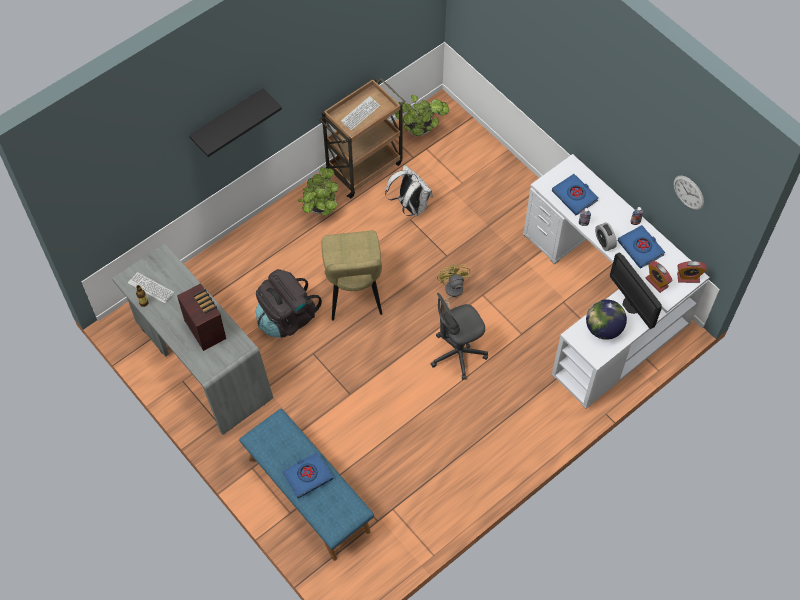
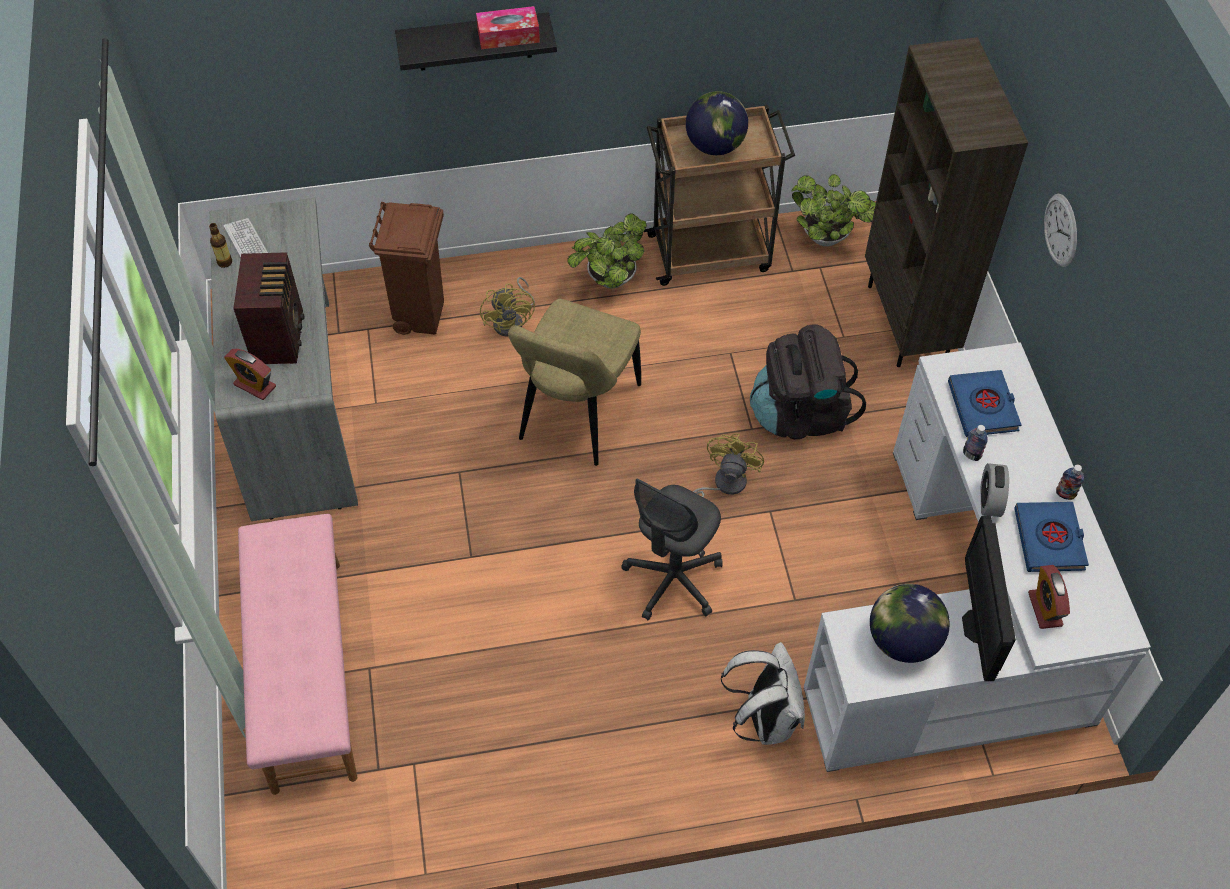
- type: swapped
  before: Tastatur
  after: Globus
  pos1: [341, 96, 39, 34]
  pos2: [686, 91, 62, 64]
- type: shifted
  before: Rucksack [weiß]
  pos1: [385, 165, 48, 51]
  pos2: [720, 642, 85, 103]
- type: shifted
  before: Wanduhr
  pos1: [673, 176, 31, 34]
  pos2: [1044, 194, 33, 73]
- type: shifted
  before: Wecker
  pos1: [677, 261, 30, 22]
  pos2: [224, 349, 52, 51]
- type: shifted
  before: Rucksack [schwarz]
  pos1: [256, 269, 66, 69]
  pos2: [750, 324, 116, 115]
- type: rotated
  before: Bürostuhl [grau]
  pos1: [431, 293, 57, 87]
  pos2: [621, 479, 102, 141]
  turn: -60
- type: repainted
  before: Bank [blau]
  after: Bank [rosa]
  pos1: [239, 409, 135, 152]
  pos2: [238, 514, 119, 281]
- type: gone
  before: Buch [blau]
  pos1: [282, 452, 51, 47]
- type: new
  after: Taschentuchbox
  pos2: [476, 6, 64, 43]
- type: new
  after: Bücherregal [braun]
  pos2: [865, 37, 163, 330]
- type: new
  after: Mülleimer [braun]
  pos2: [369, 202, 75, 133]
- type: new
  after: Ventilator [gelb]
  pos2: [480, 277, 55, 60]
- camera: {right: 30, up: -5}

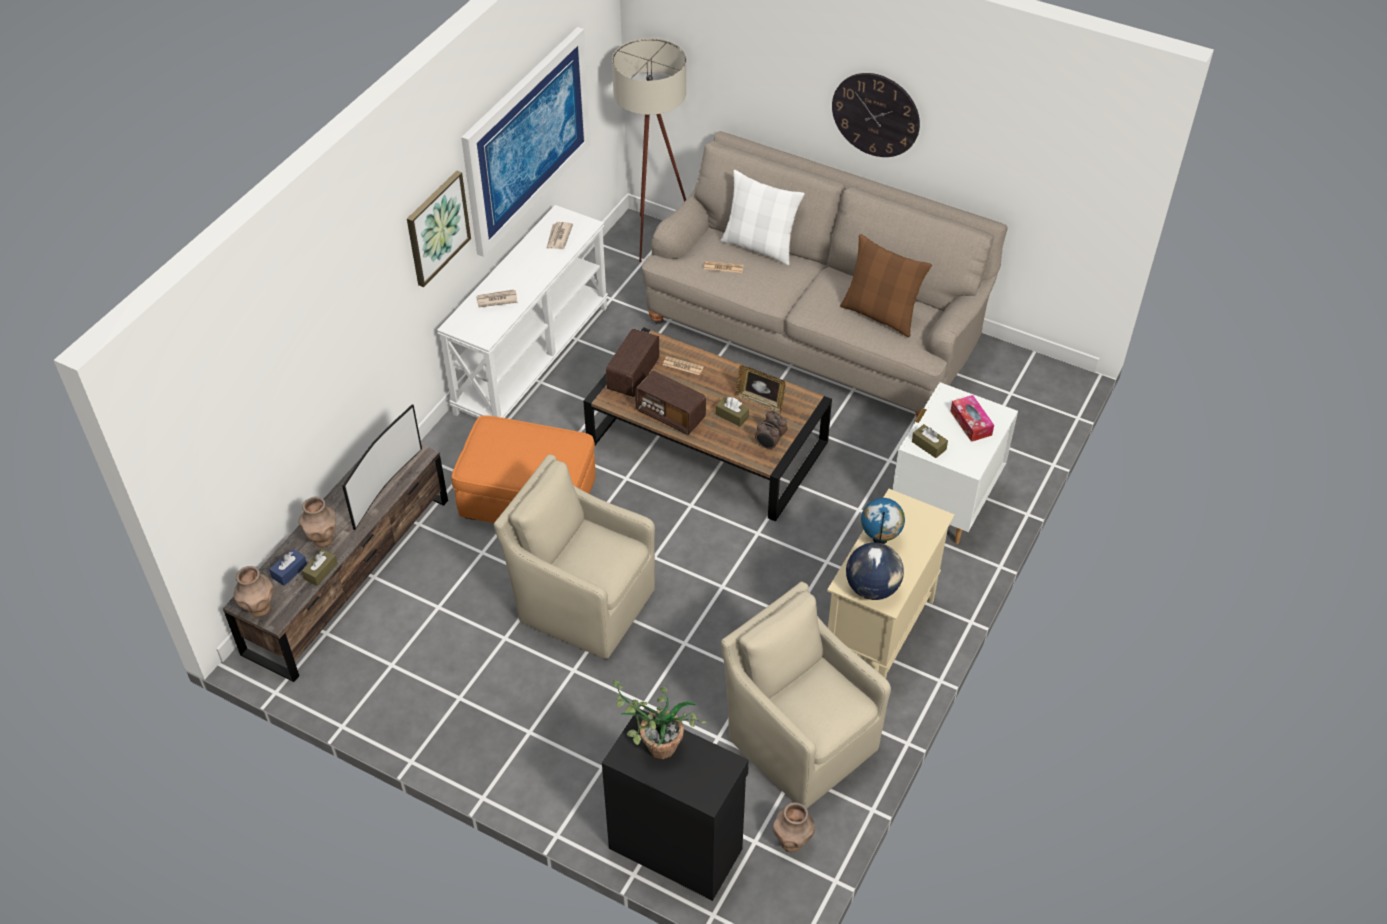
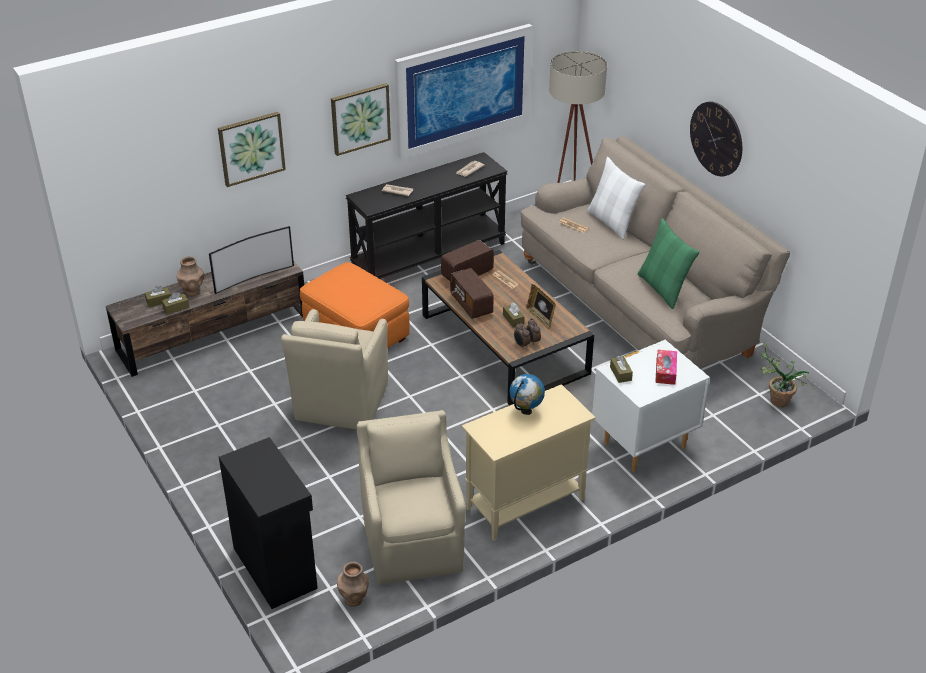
- type: repainted
  before: Konsolentisch [weiß]
  after: Konsolentisch [schwarz]
  pos1: [437, 205, 171, 213]
  pos2: [346, 152, 162, 127]
- type: repainted
  before: Kissen [braun]
  after: Kissen [grün]
  pos1: [840, 234, 92, 103]
  pos2: [637, 218, 63, 91]
- type: rotated
  before: Sessel [beige]
  pos1: [494, 454, 161, 205]
  pos2: [281, 309, 107, 121]
  turn: -135
- type: gone
  before: Globus
  pos1: [846, 543, 58, 57]
- type: repainted
  before: Taschentuchbox [blau]
  after: Taschentuchbox [braun]
  pos1: [269, 549, 38, 37]
  pos2: [145, 286, 26, 21]
- type: gone
  before: Vase [braun]
  pos1: [234, 566, 39, 51]
- type: shifted
  before: Topfpflanze
  pos1: [613, 680, 94, 79]
  pos2: [760, 343, 51, 64]
- type: new
  after: Bild
  pos2: [218, 112, 68, 75]
- camera: {right: 30, up: -10}

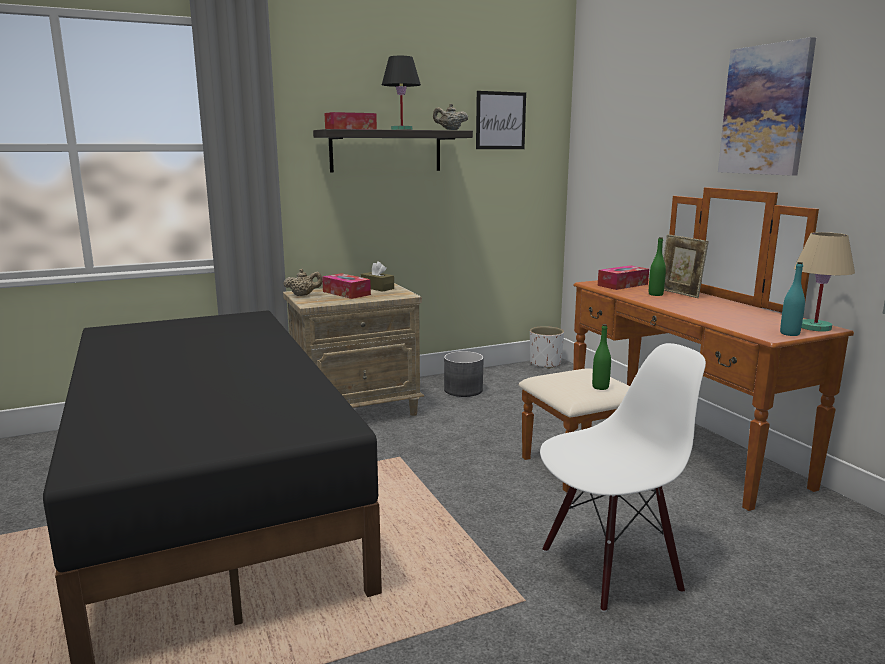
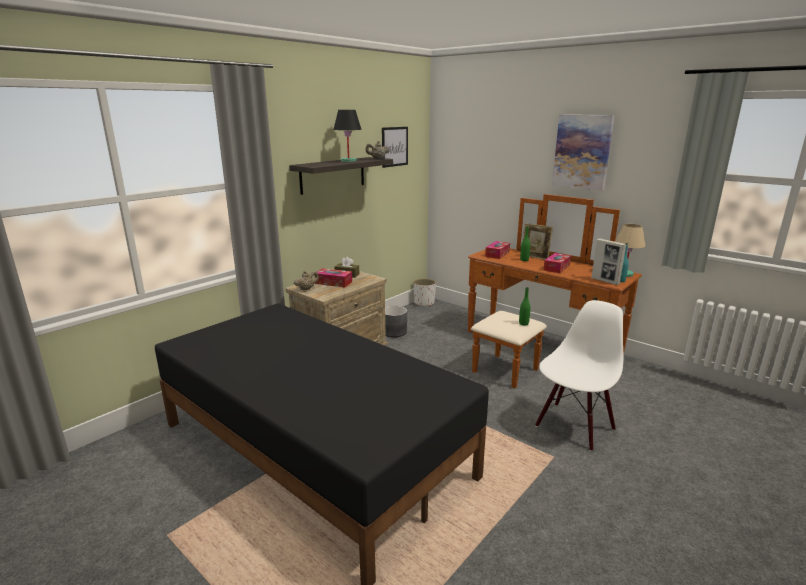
- type: shifted
  before: Taschentuchbox
  pos1: [324, 112, 53, 18]
  pos2: [544, 253, 27, 20]
- type: new
  after: Bilderrahmen
  pos2: [591, 238, 36, 47]
- camera: {right: -25, up: 5}

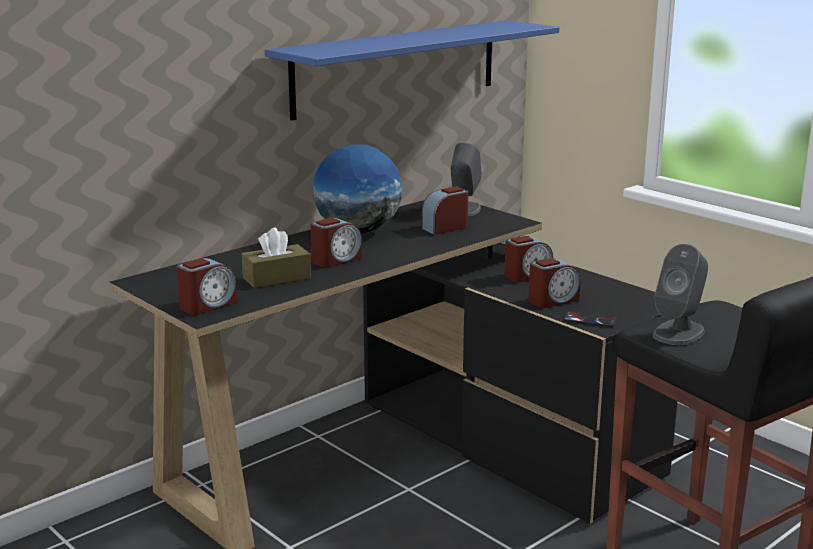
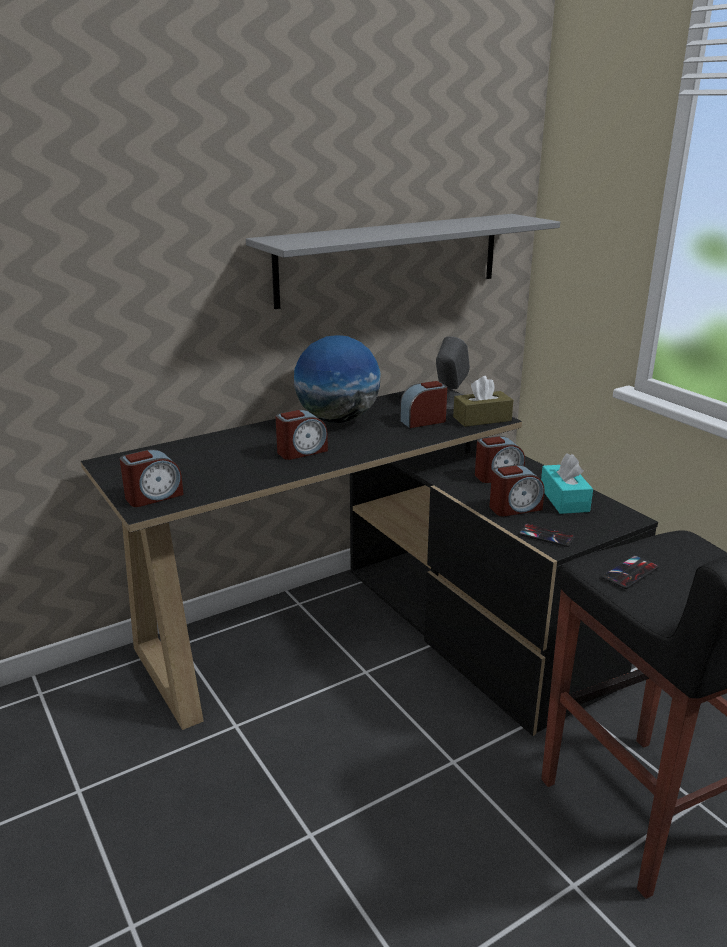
- type: repainted
  before: Wandregal [blau]
  after: Wandregal [grau]
  pos1: [265, 20, 294, 100]
  pos2: [246, 214, 314, 95]
- type: shifted
  before: Taschentuchbox [braun]
  pos1: [241, 227, 70, 61]
  pos2: [453, 376, 60, 51]
- type: swapped
  before: Lautsprecher [grau]
  after: Handy
  pos1: [653, 244, 55, 101]
  pos2: [602, 555, 57, 34]
- type: new
  after: Taschentuchbox [türkis]
  pos2: [541, 453, 52, 61]
- camera: {right: 10, up: 5}

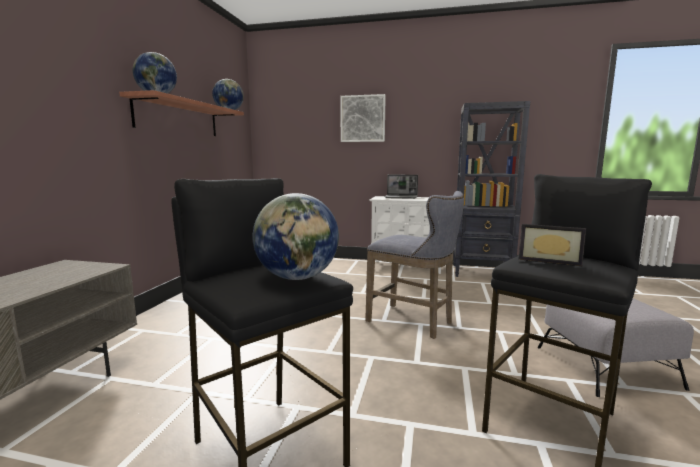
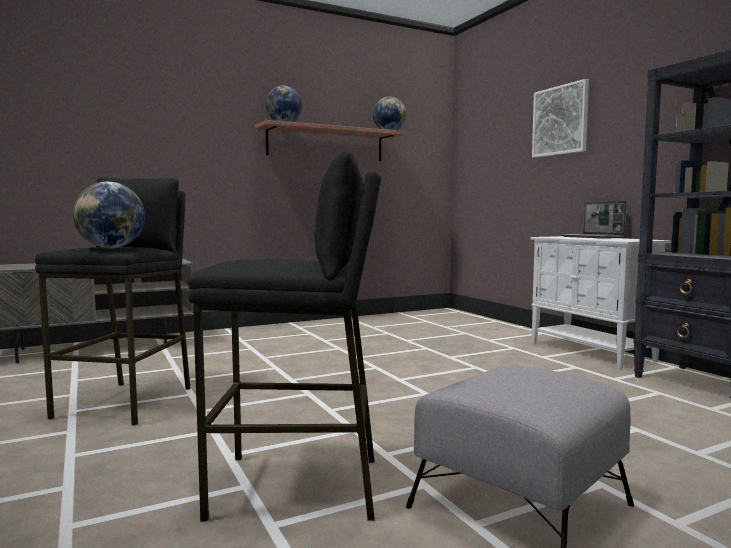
- type: gone
  before: Hocker [grau]
  pos1: [365, 191, 99, 148]
- type: gone
  before: Bilderrahmen
  pos1: [518, 224, 68, 42]
- camera: {right: 50, up: -5}

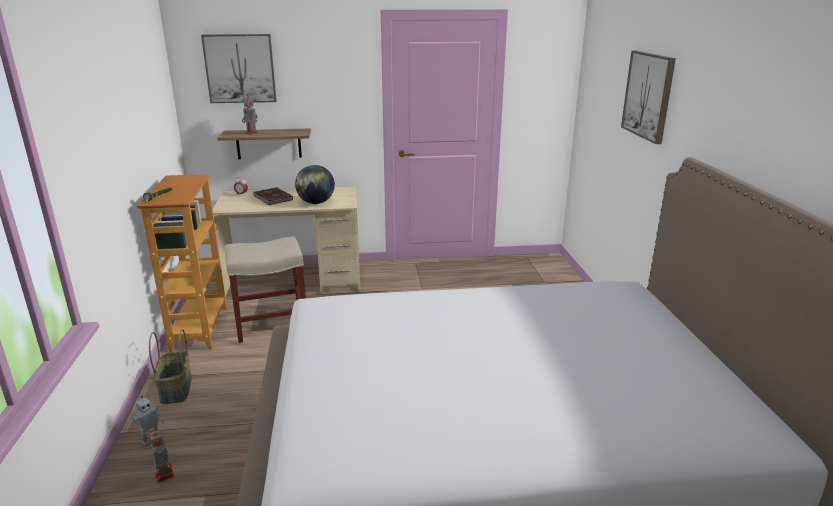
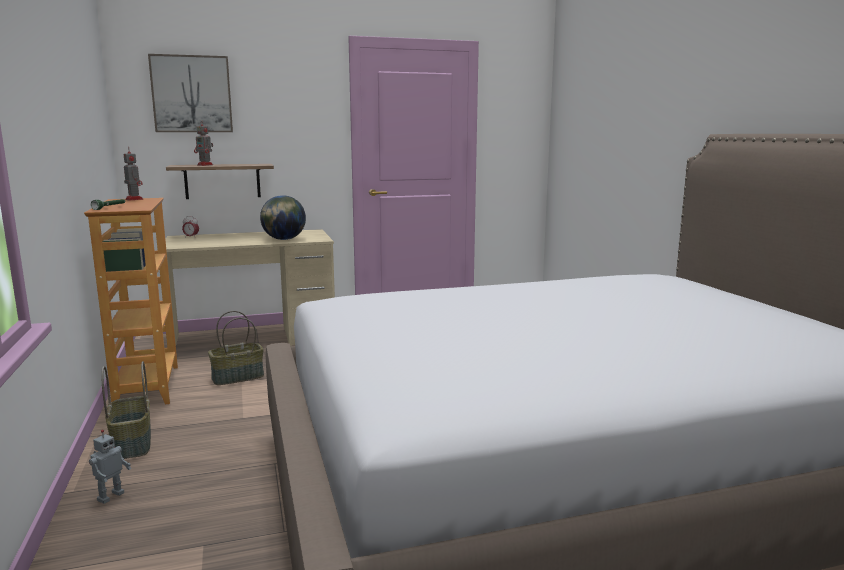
- type: gone
  before: Bild
  pos1: [621, 51, 55, 93]
- type: gone
  before: Buch [braun]
  pos1: [254, 187, 39, 18]
- type: swapped
  before: Hocker [beige]
  after: Korb
  pos1: [225, 236, 81, 107]
  pos2: [208, 311, 56, 74]
- type: shifted
  before: Spielzeugroboter
  pos1: [150, 428, 24, 55]
  pos2: [124, 147, 19, 53]
- camera: {right: -10, up: -10}

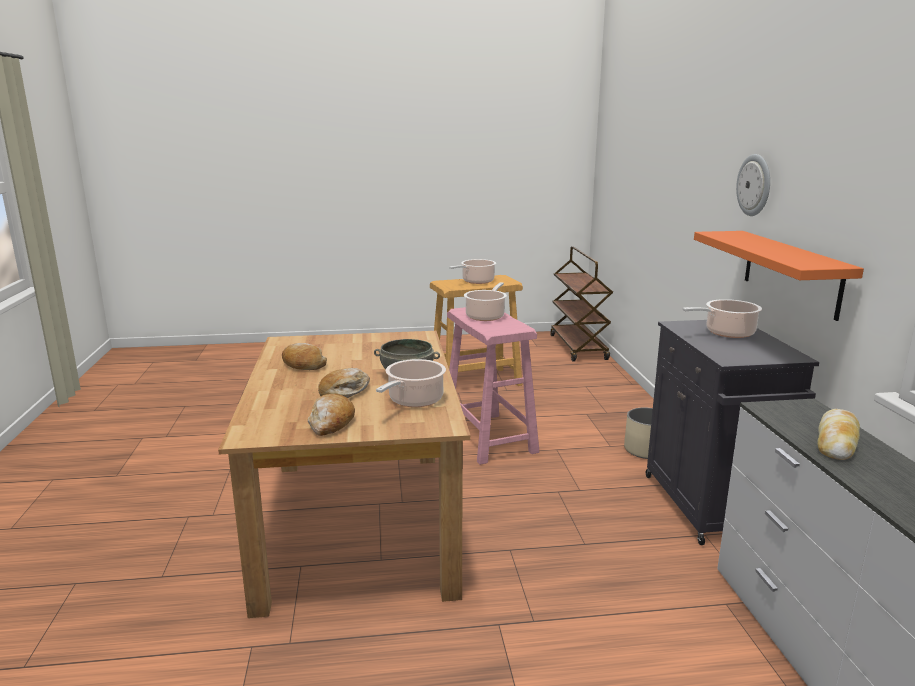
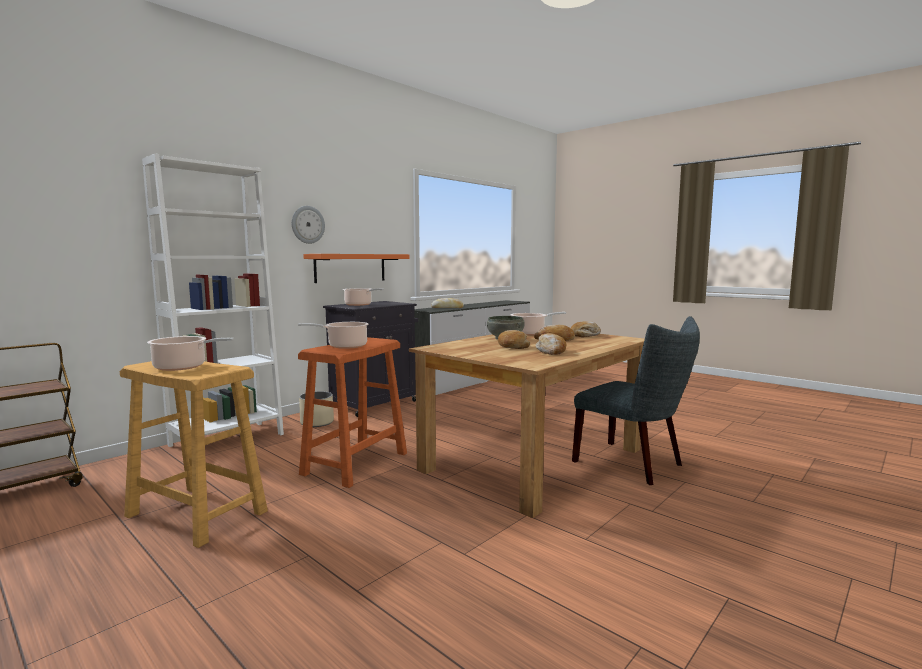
- type: repainted
  before: Hocker [rosa]
  after: Hocker [orange]
  pos1: [447, 307, 93, 158]
  pos2: [298, 337, 109, 151]
- type: new
  after: Bücherregal [weiß]
  pos2: [142, 154, 142, 293]
- type: new
  after: Stuhl [grau]
  pos2: [572, 316, 128, 169]
- type: new
  after: Brot
  pos2: [498, 330, 32, 19]
- camera: {right: -130, up: -10}

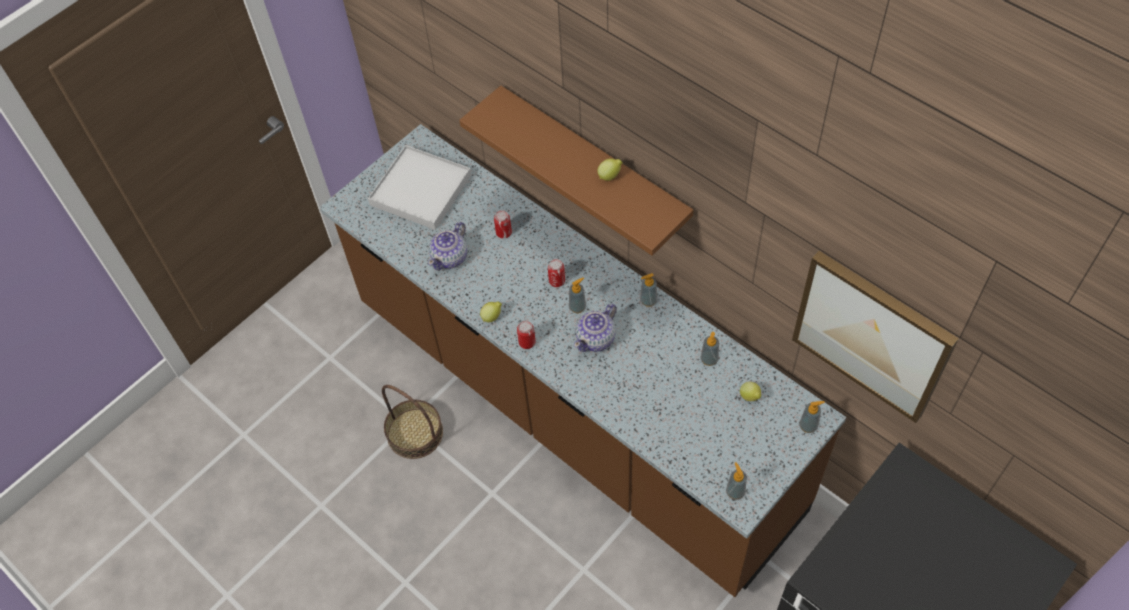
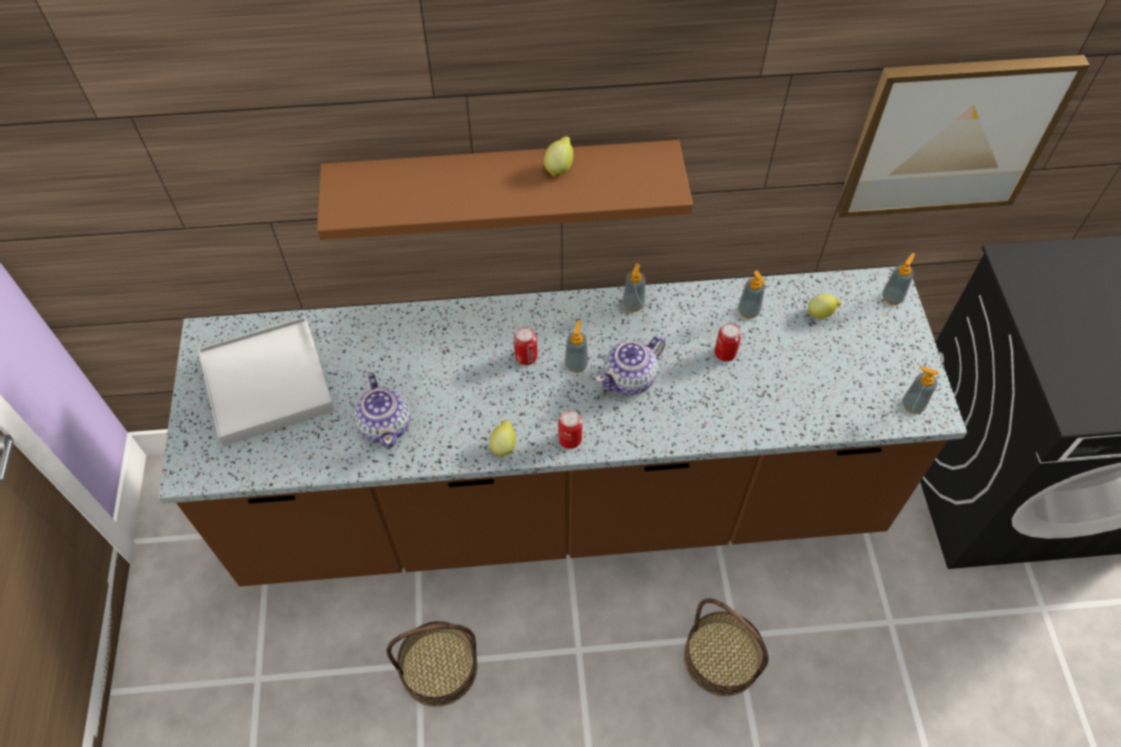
- type: shifted
  before: Dose
  pos1: [494, 210, 18, 28]
  pos2: [715, 323, 27, 38]
- type: rotated
  before: Teekanne
  pos1: [574, 304, 43, 48]
  pos2: [596, 336, 69, 59]
  turn: 60
- type: new
  after: Korb
  pos2: [684, 598, 84, 98]
- camera: {right: -50, up: 0}

